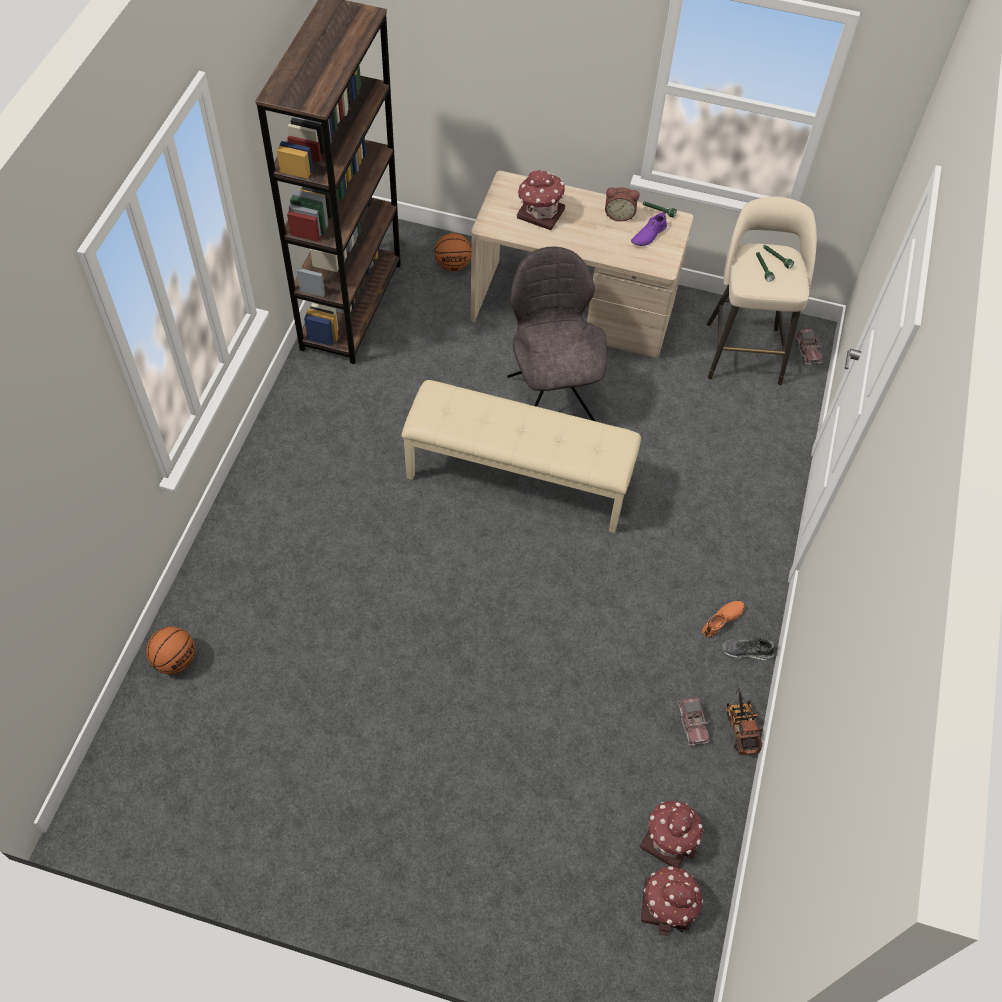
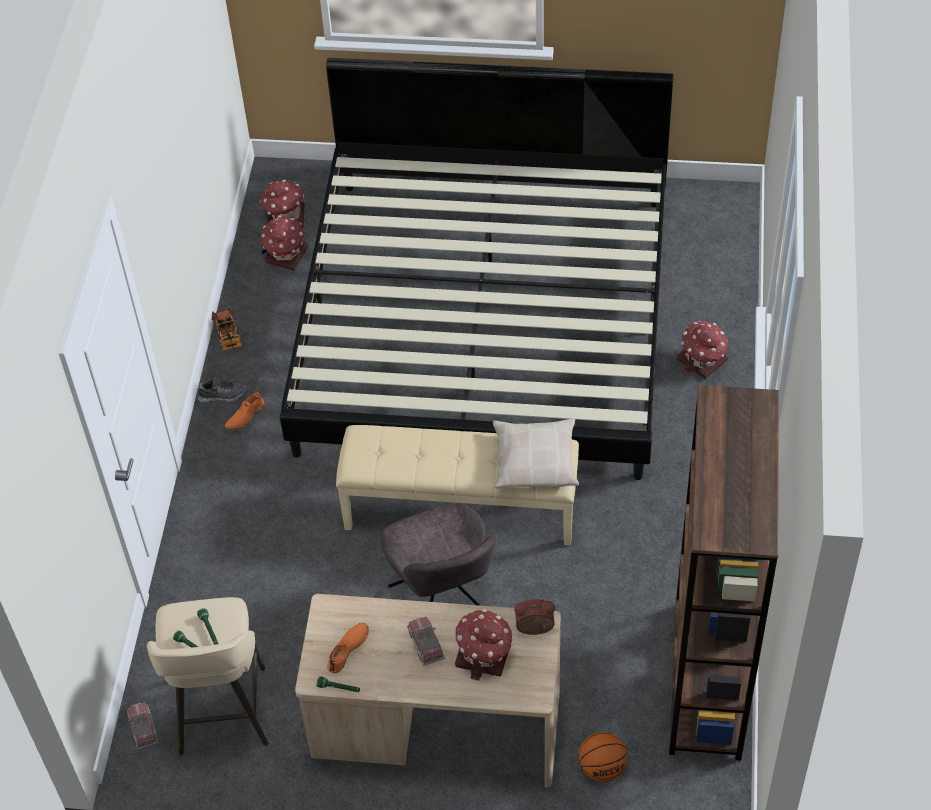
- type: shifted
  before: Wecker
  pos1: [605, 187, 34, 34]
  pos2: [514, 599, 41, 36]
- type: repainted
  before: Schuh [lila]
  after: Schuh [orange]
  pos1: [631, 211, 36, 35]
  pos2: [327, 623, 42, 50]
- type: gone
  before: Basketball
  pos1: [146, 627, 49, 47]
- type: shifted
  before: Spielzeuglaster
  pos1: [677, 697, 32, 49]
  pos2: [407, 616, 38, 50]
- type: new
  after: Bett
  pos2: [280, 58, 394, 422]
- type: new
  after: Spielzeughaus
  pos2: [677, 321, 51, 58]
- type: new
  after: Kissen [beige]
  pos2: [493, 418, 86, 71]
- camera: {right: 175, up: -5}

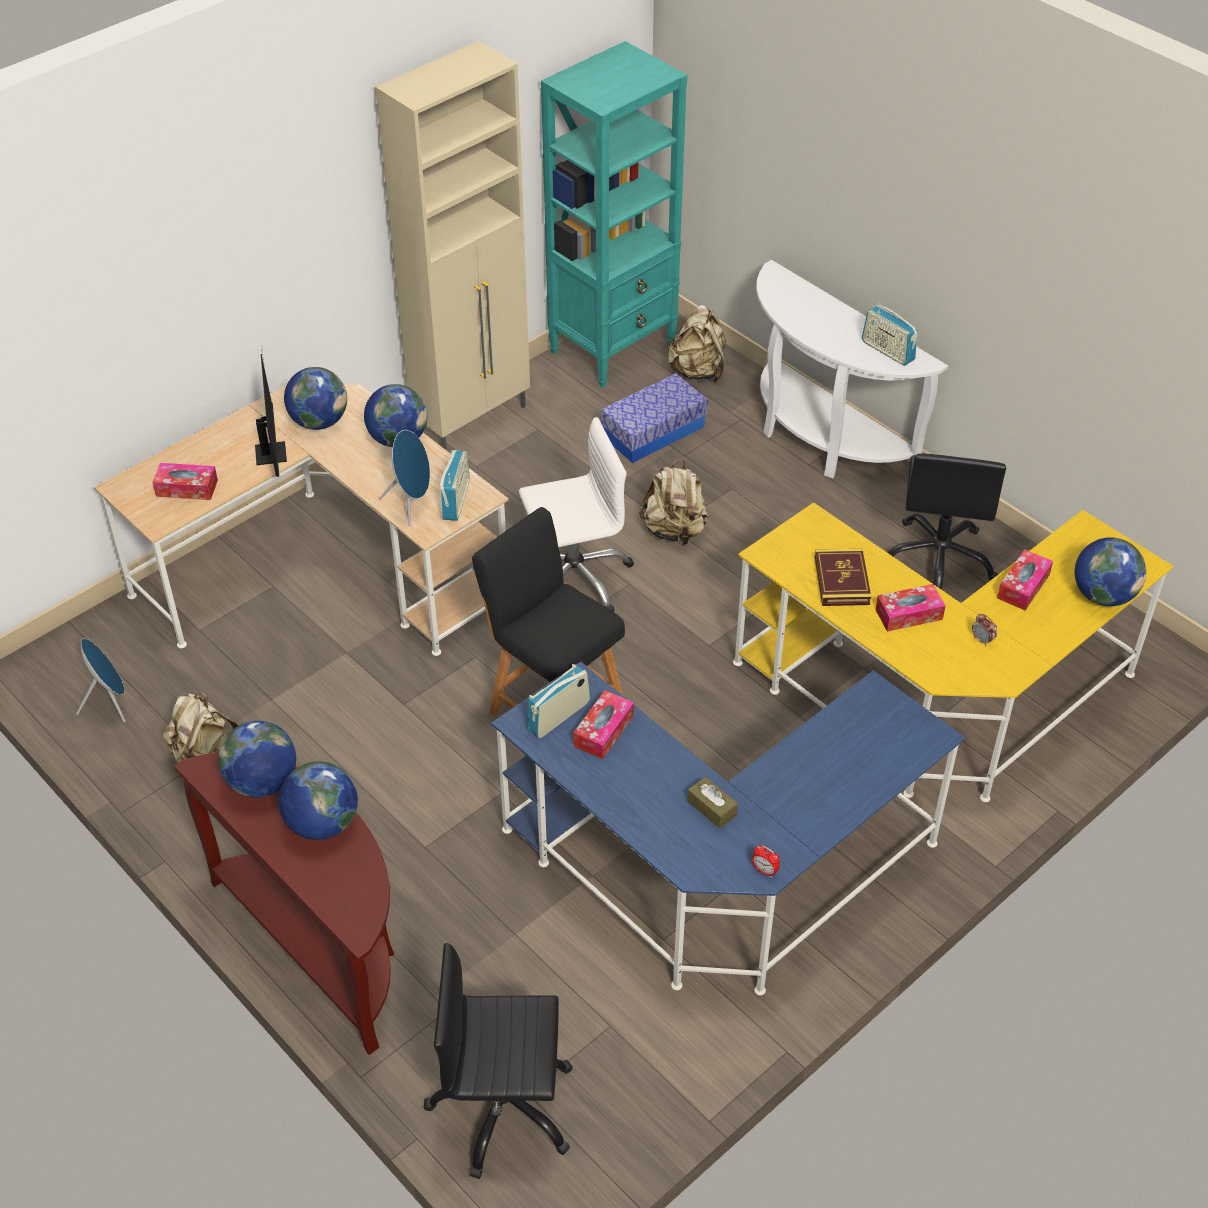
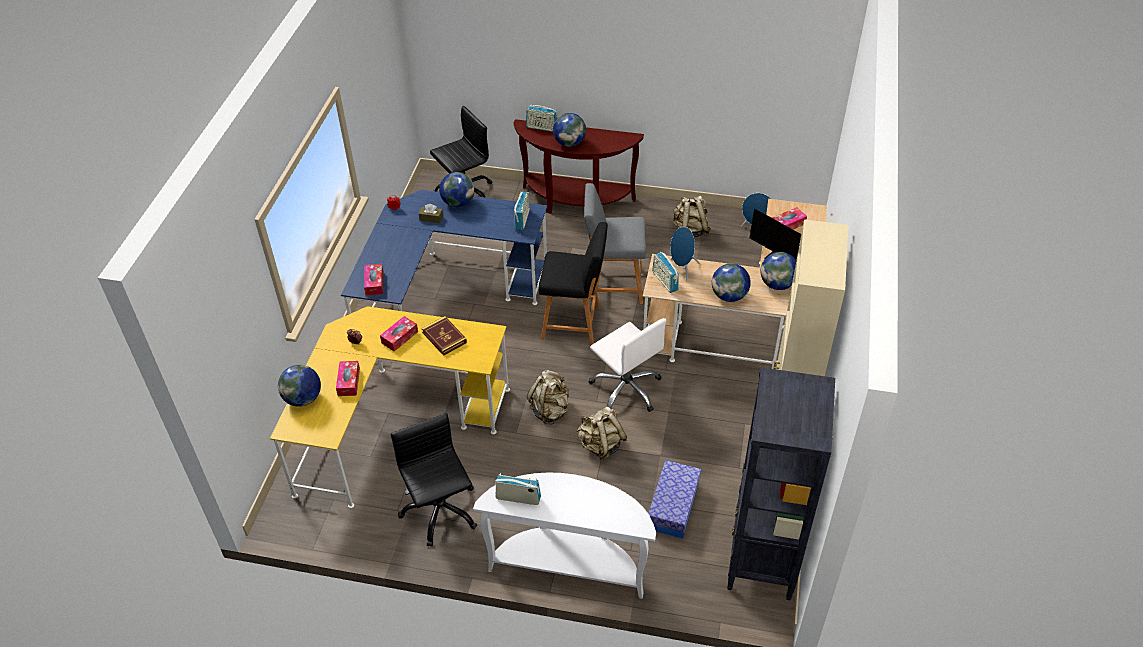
- type: repainted
  before: Bücherregal [türkis]
  after: Bücherregal [schwarz]
  pos1: [541, 41, 147, 347]
  pos2: [727, 367, 108, 233]
- type: shifted
  before: Rucksack [beige]
  pos1: [667, 305, 59, 77]
  pos2: [527, 370, 42, 55]
- type: rotated
  before: Bürostuhl [weiß]
  pos1: [519, 417, 115, 195]
  pos2: [589, 318, 77, 94]
  turn: -75
- type: shifted
  before: Taschentuchbox
  pos1: [573, 690, 61, 69]
  pos2: [364, 264, 19, 32]
- type: shifted
  before: Globus
  pos1: [218, 721, 78, 77]
  pos2: [439, 172, 36, 35]
- type: new
  after: Radio
  pos2: [526, 104, 32, 28]
- type: new
  after: Hocker [grau]
  pos2: [584, 183, 62, 121]
- camera: {right: 145, up: 0}

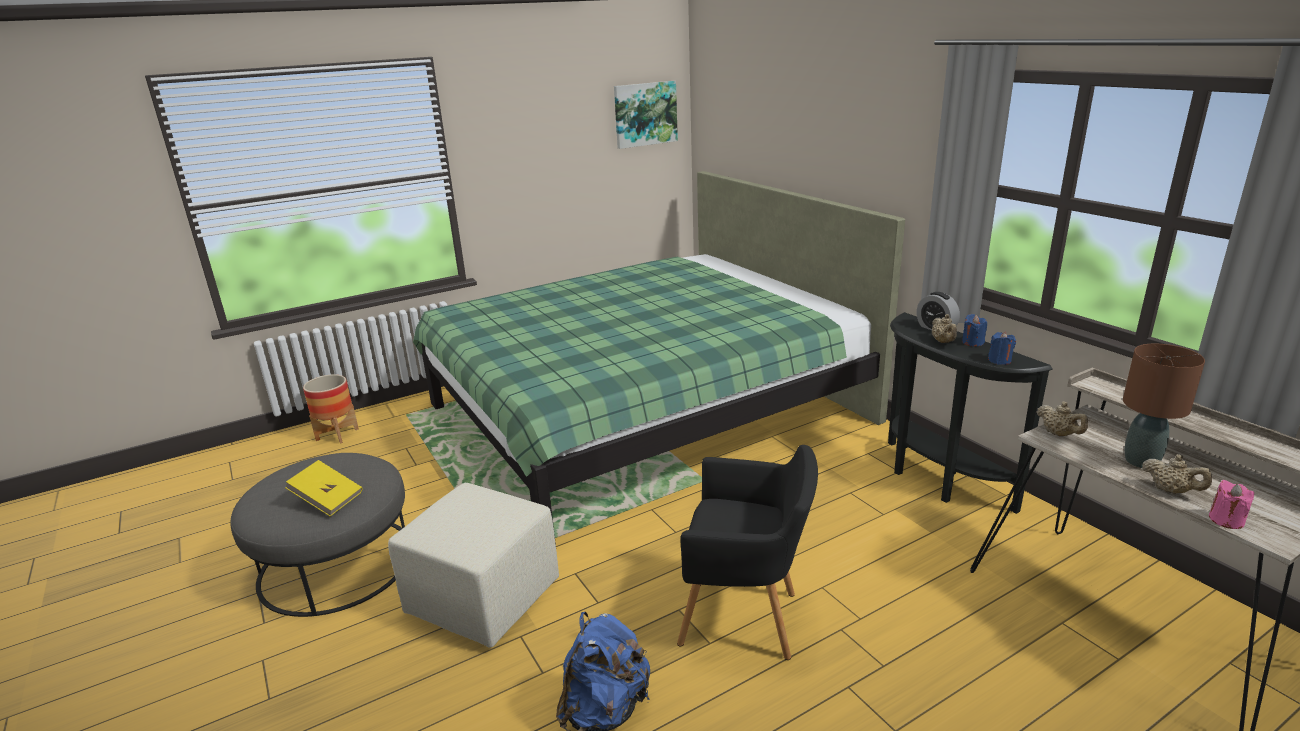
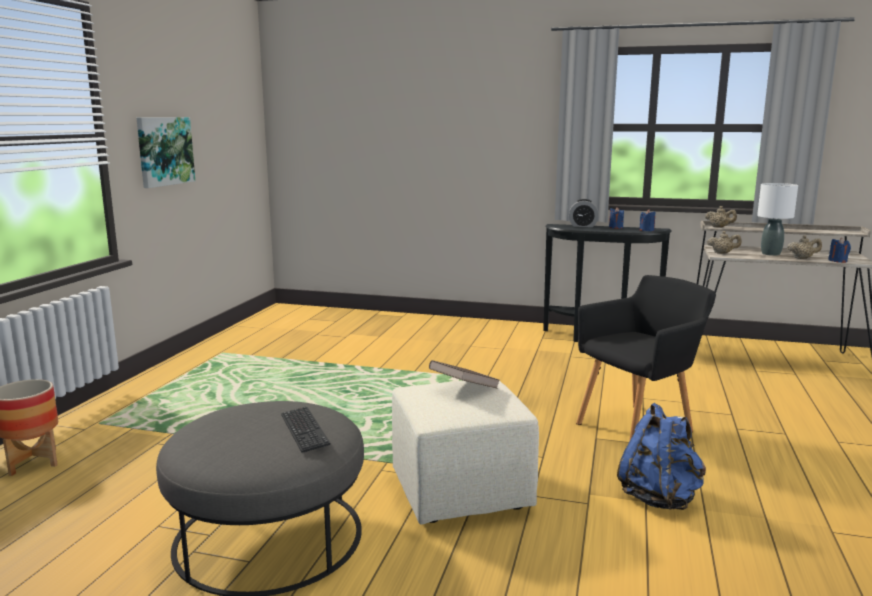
- type: shifted
  before: Bild
  pos1: [614, 81, 64, 68]
  pos2: [136, 117, 59, 71]
- type: gone
  before: Bett [grün]
  pos1: [413, 171, 492, 373]
- type: shifted
  before: Teekanne [beige]
  pos1: [932, 314, 25, 29]
  pos2: [705, 206, 32, 22]
- type: repainted
  before: Tischlampe [braun]
  after: Tischlampe [weiß]
  pos1: [1123, 344, 82, 124]
  pos2: [757, 183, 41, 73]
- type: swapped
  before: Buch [gelb]
  after: Tastatur
  pos1: [285, 460, 77, 56]
  pos2: [281, 407, 50, 46]
- type: repainted
  before: Kerze [rosa]
  after: Kerze [blau]
  pos1: [1209, 480, 45, 49]
  pos2: [828, 238, 23, 25]
- type: new
  after: Buch [braun]
  pos2: [429, 360, 71, 29]
- camera: {right: -45, up: -10}

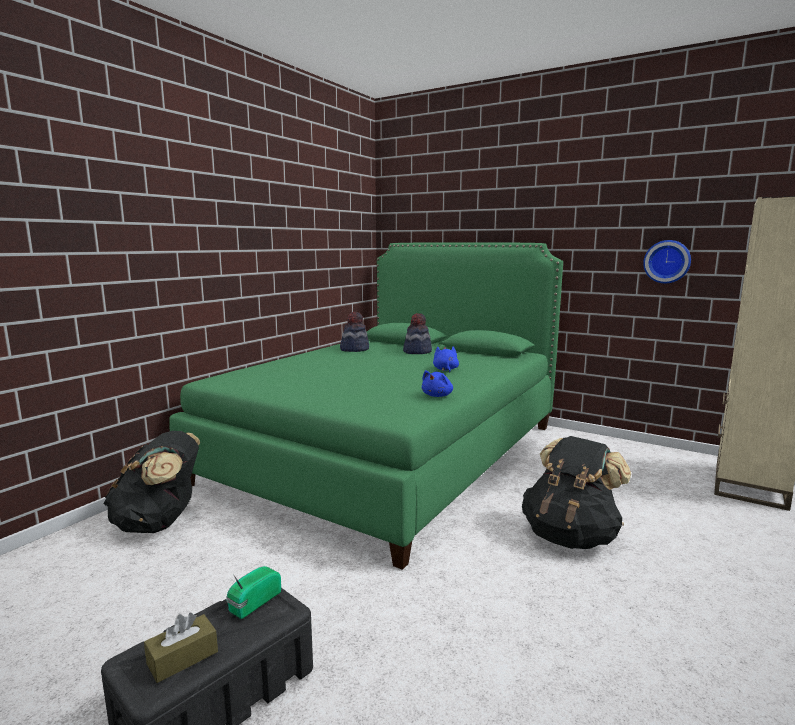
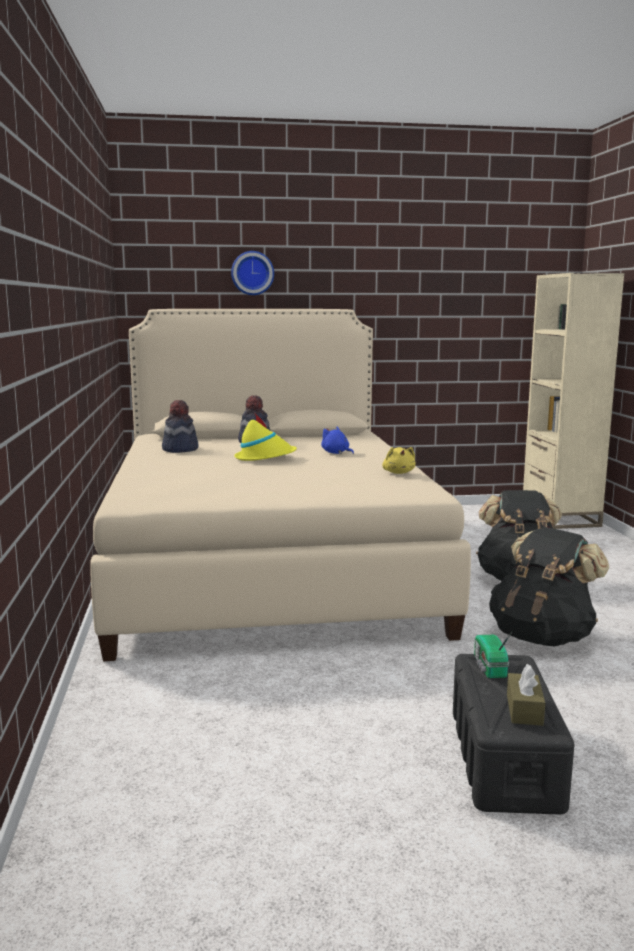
- type: shifted
  before: Wanduhr
  pos1: [643, 240, 48, 43]
  pos2: [231, 251, 43, 44]
- type: repainted
  before: Bett [grün]
  after: Bett [beige]
  pos1: [169, 243, 394, 327]
  pos2: [90, 309, 381, 353]
- type: repainted
  before: Plüschtier [blau]
  after: Plüschtier [gelb]
  pos1: [422, 370, 31, 27]
  pos2: [382, 447, 33, 27]
- type: shifted
  before: Rucksack [schwarz]
  pos1: [104, 431, 96, 102]
  pos2: [489, 527, 120, 120]
- type: new
  after: Hut [gelb]
  pos2: [234, 414, 63, 47]
- camera: {right: -40, up: 0}

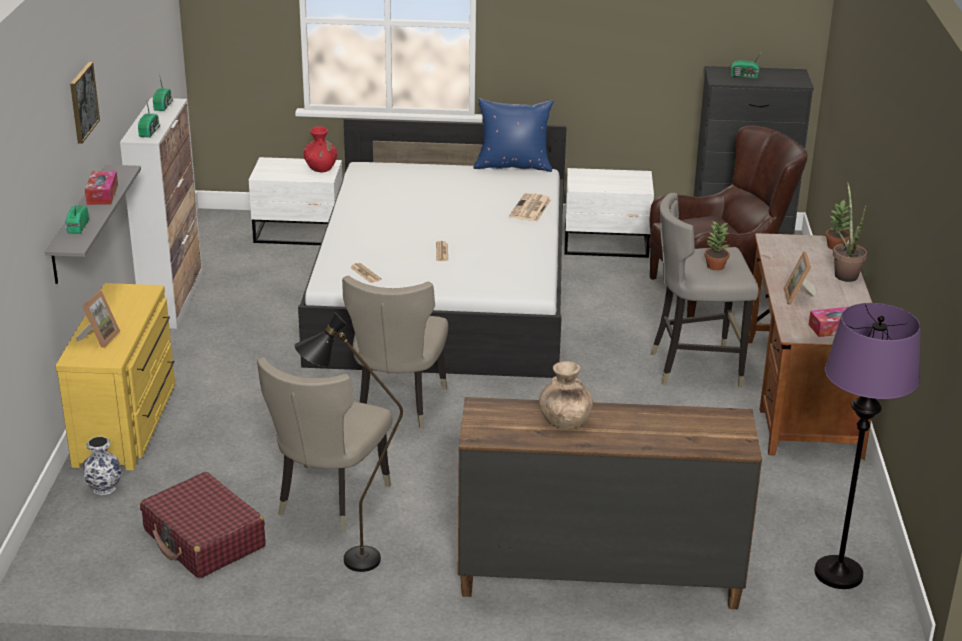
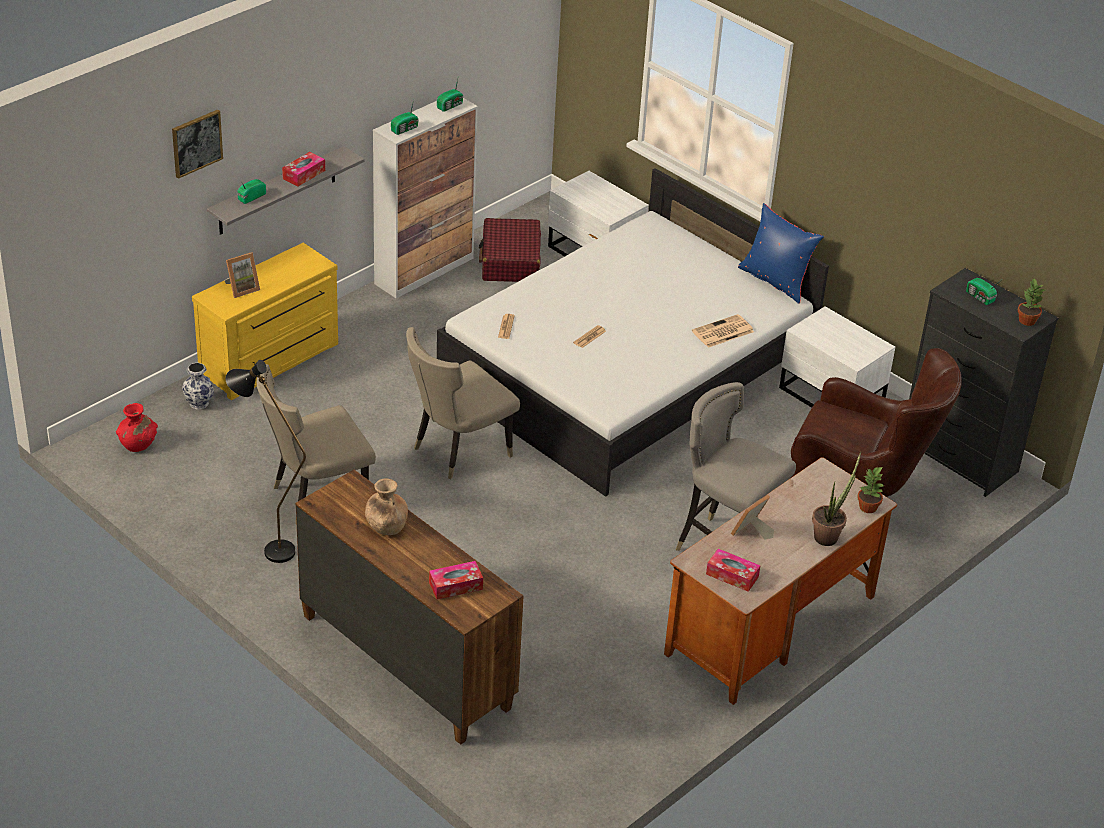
- type: shifted
  before: Bild
  pos1: [70, 62, 30, 82]
  pos2: [172, 109, 51, 70]
- type: shifted
  before: Vase [rot]
  pos1: [303, 126, 34, 46]
  pos2: [116, 403, 42, 49]
- type: shifted
  before: Topfpflanze
  pos1: [705, 220, 24, 51]
  pos2: [1018, 279, 27, 47]
- type: gone
  before: Stehlampe [lila]
  pos1: [814, 303, 107, 286]
- type: shifted
  before: Koffer [rot]
  pos1: [140, 472, 125, 106]
  pos2: [479, 218, 62, 64]
- type: new
  after: Taschentuchbox
  pos2: [429, 561, 54, 39]
- camera: {right: 40, up: 10}

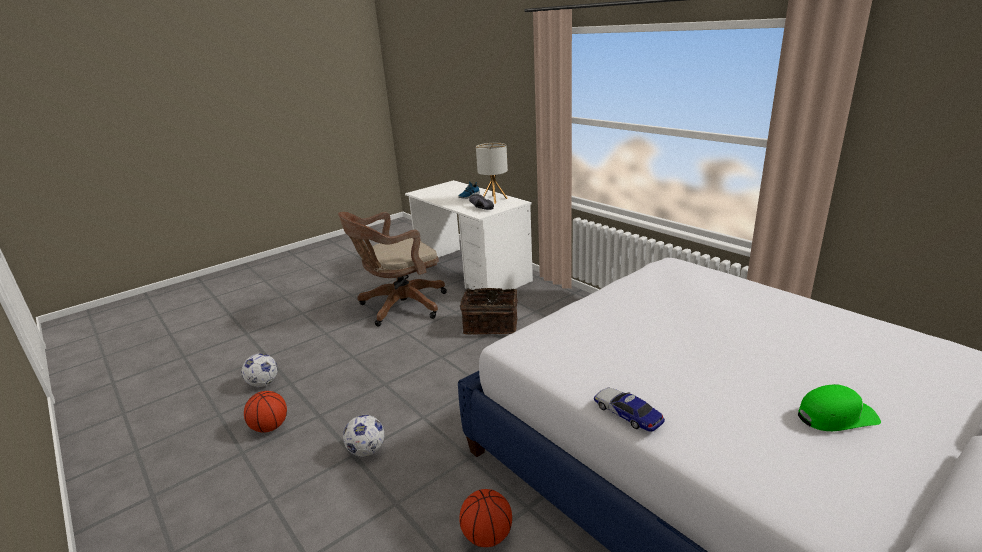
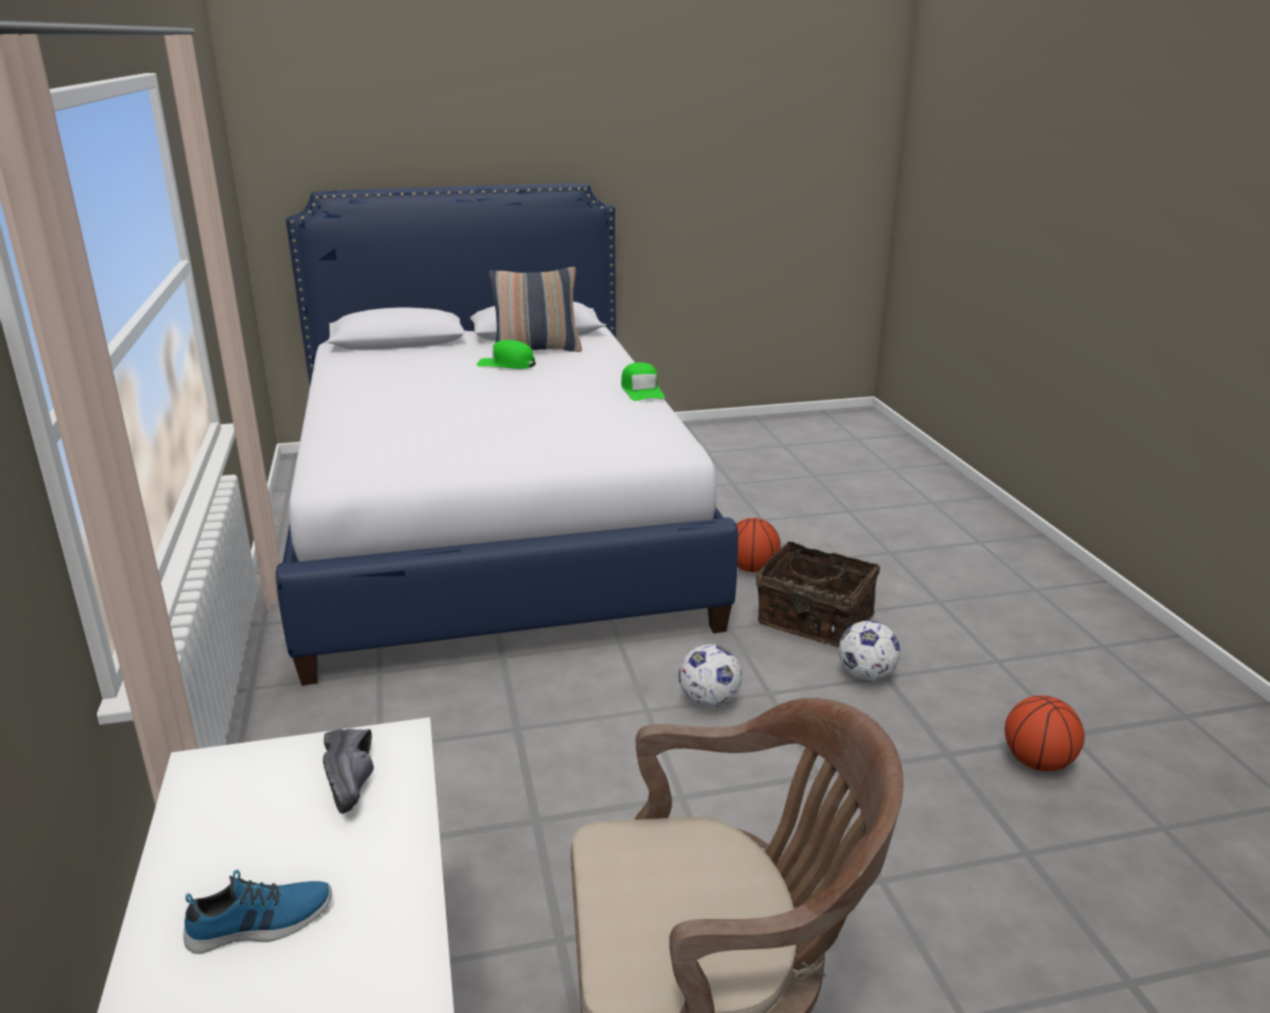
- type: gone
  before: Tischlampe
  pos1: [476, 143, 32, 61]
- type: shifted
  before: Korb
  pos1: [460, 288, 58, 47]
  pos2: [756, 541, 124, 106]
- type: shifted
  before: Fußball
  pos1: [242, 353, 36, 34]
  pos2: [679, 644, 63, 64]
- type: swapped
  before: Spielzeugauto
  after: Kappe [grün]
  pos1: [594, 388, 71, 44]
  pos2: [621, 362, 44, 39]
- type: new
  after: Kissen
  pos2: [488, 267, 94, 85]
- camera: {right: -155, up: 0}

